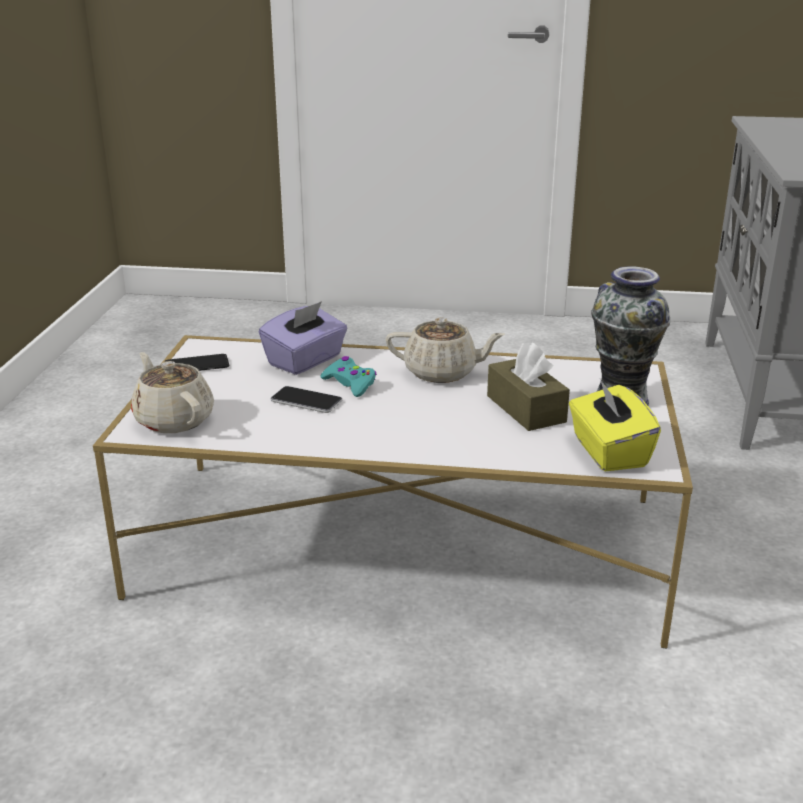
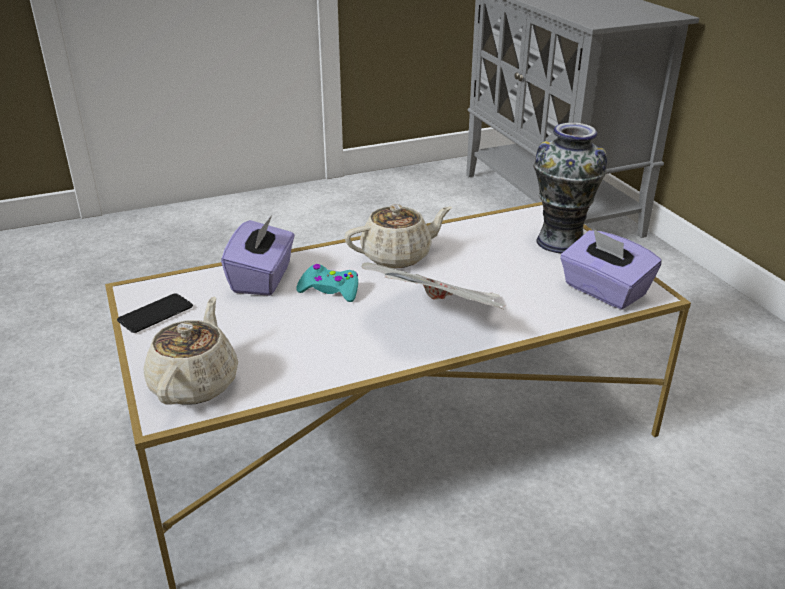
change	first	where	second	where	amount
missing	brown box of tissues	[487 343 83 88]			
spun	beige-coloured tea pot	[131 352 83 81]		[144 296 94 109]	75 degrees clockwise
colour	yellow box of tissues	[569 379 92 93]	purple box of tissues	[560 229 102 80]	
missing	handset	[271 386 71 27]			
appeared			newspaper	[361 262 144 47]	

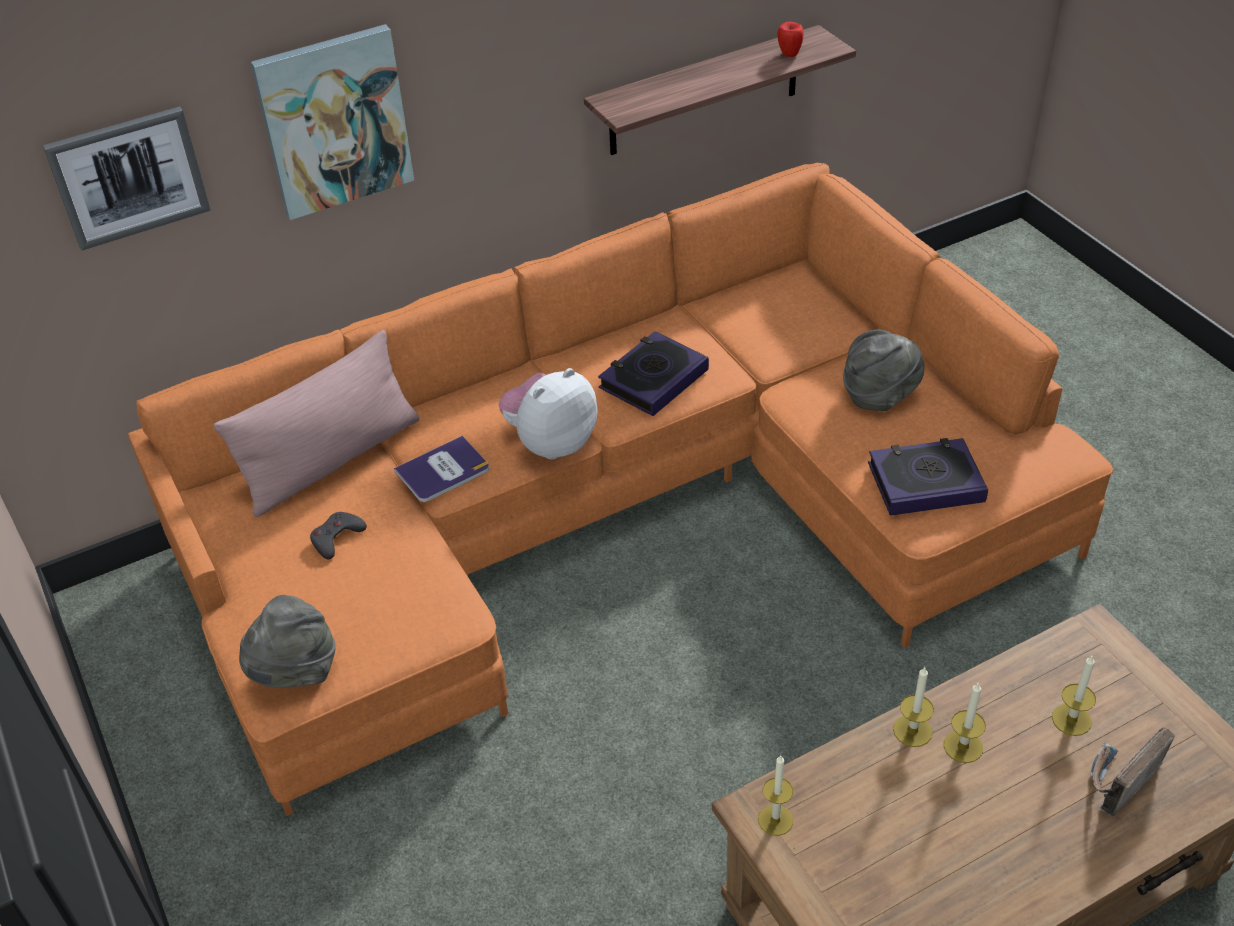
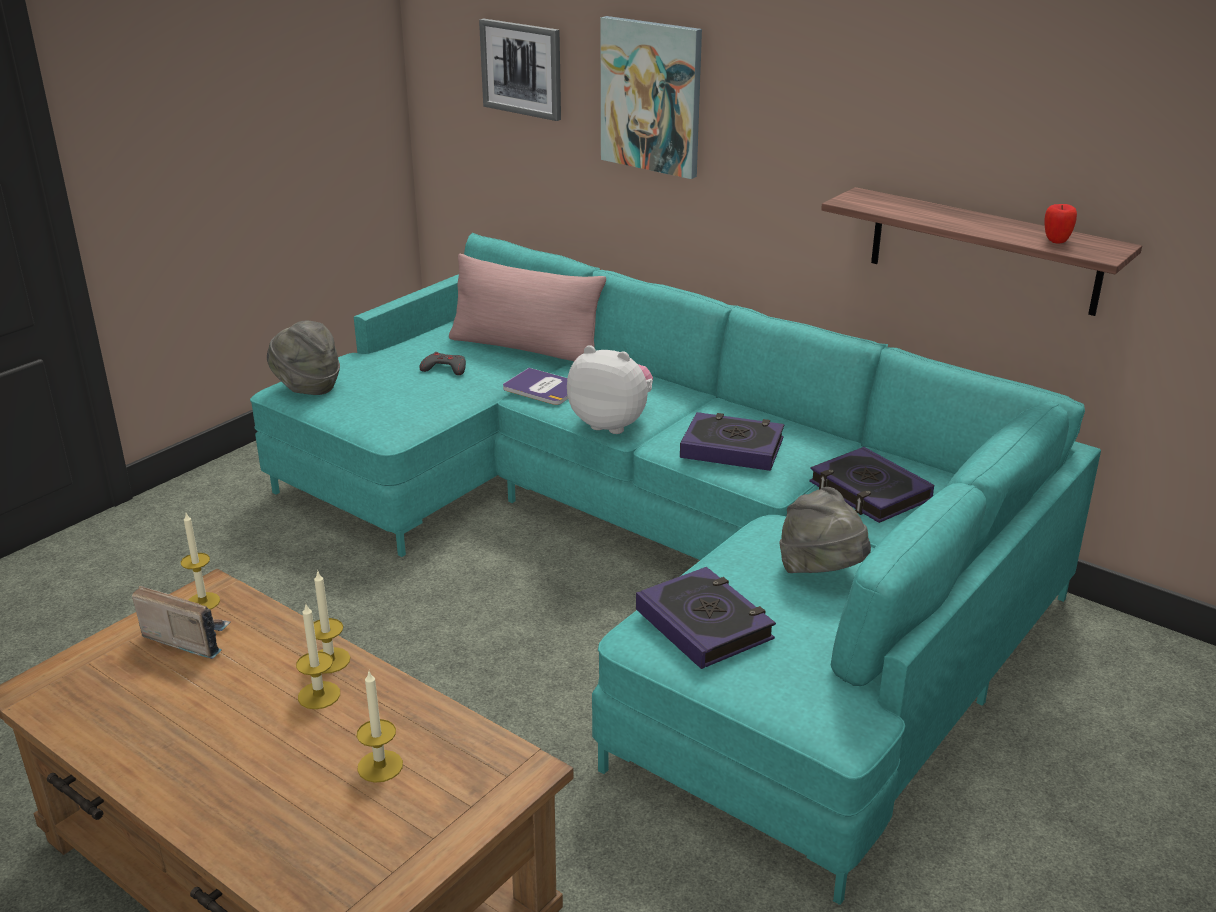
change	first	where	second	where	amount
colour	orange settee	[128 163 985 653]	turquoise settee	[250 233 851 672]	
relocated	radio receiver	[1090 728 84 89]		[132 586 98 73]	
appeared			volume	[809 447 125 76]	

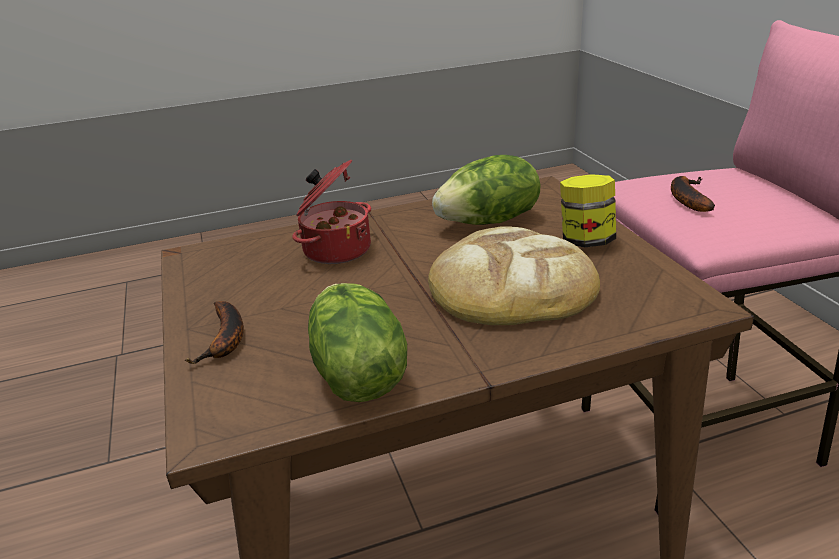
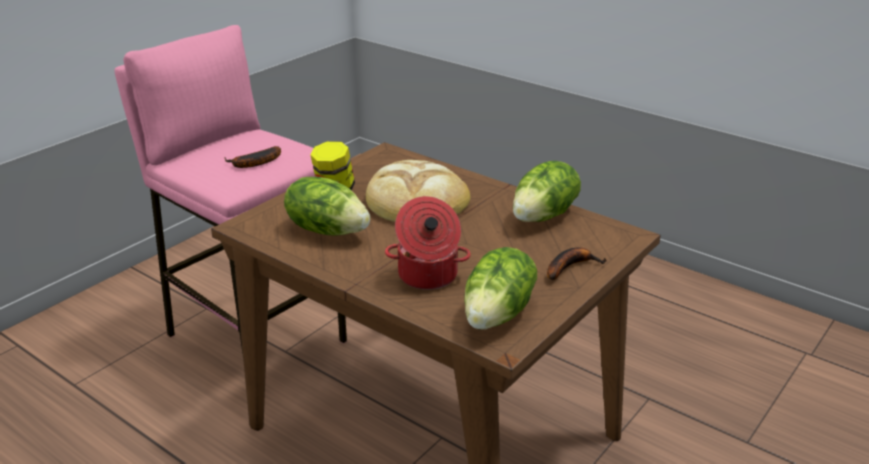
change	first	where	second	where	amount
appeared			lettuce	[464 247 73 83]	

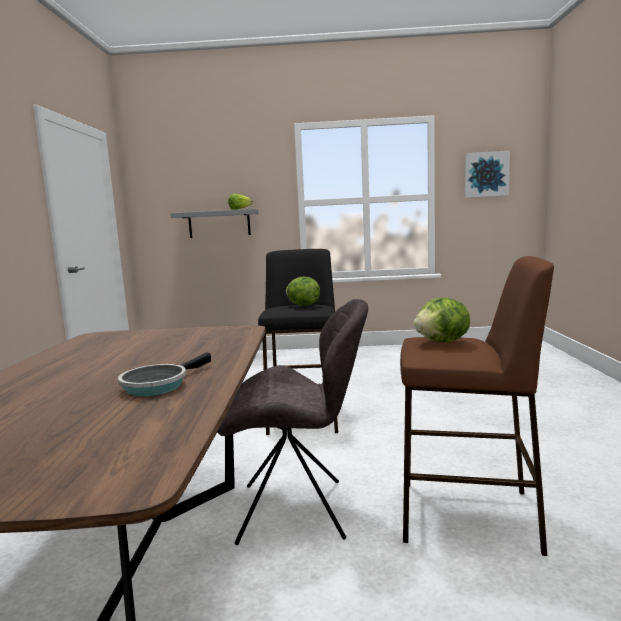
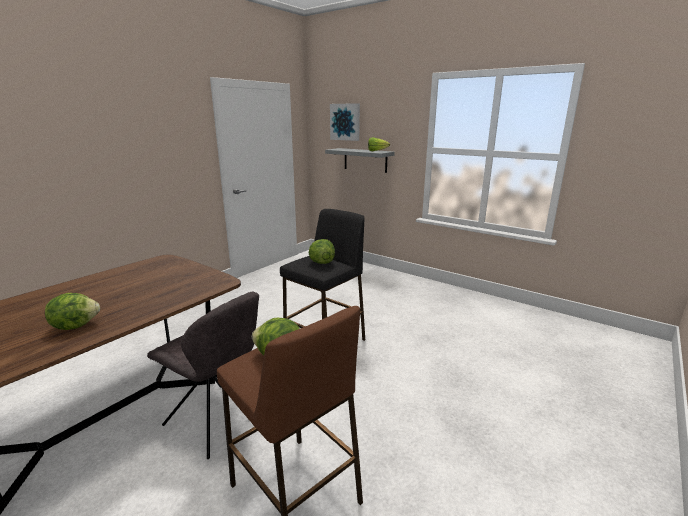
change	first	where	second	where	amount
relocated	wall art	[465 151 45 47]		[330 103 30 38]	
exchanged	skillet	[118 352 93 45]	lettuce	[45 293 55 37]	

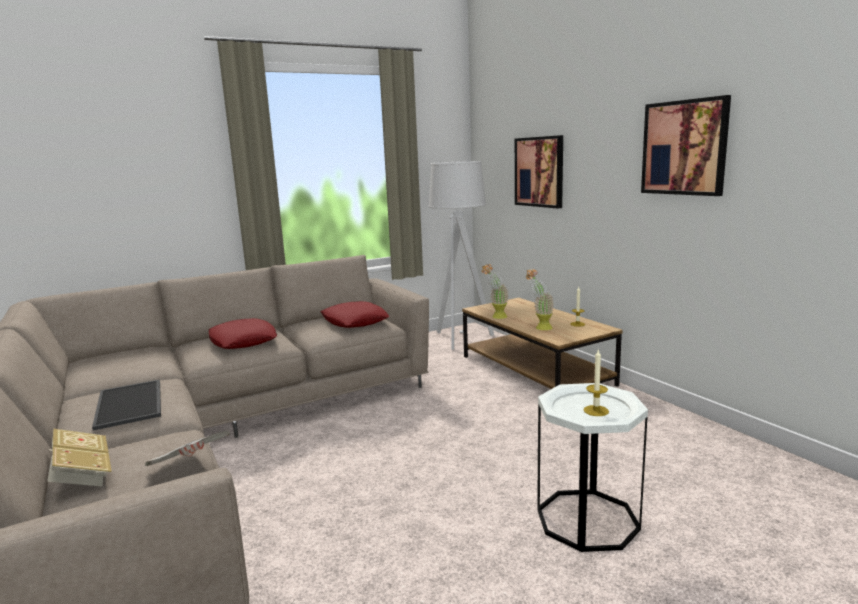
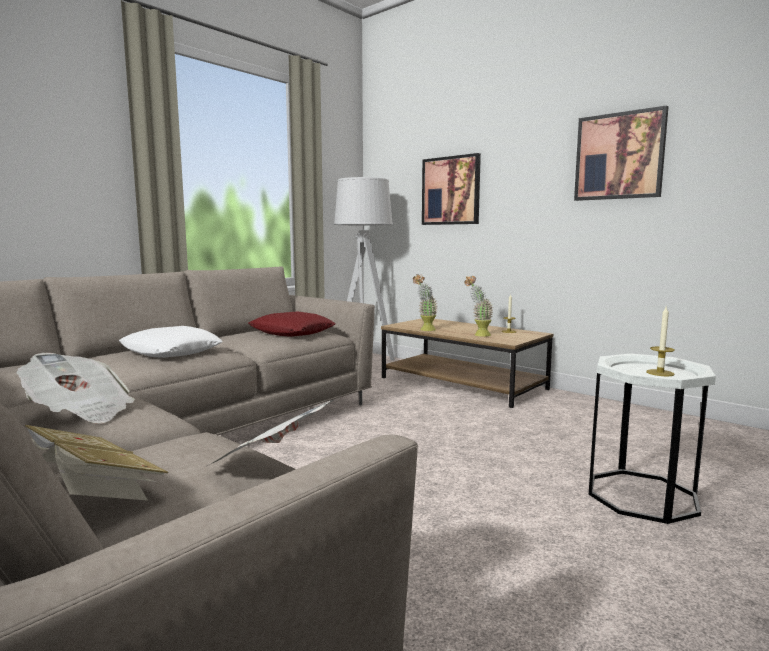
change	first	where	second	where	amount
colour	red cushion	[209 318 68 31]	whitish cushion	[119 326 104 32]	
exchanged	carrying tray	[92 380 69 50]	newspaper	[17 353 118 70]	

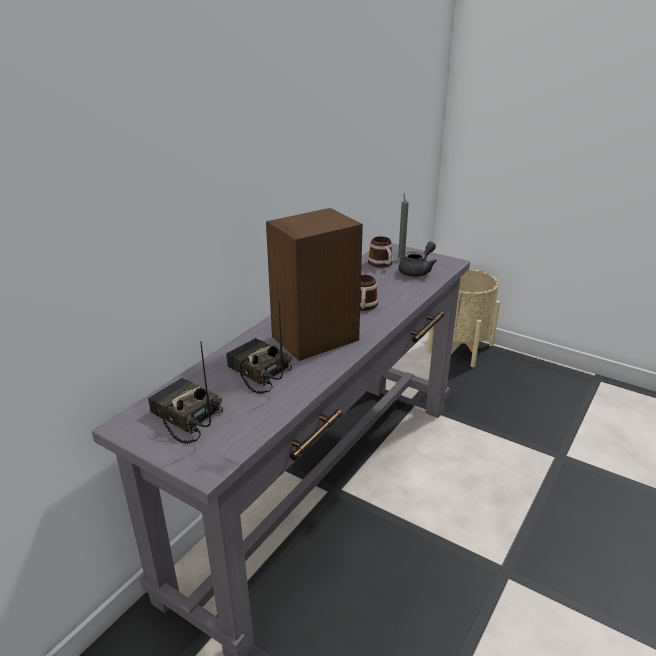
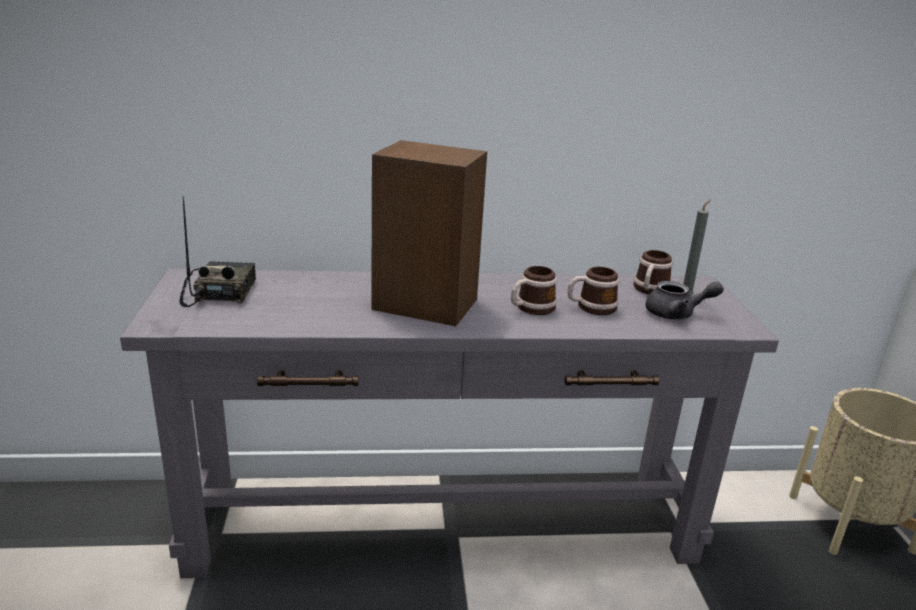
change	first	where	second	where	amount
missing	radio receiver	[226 300 66 94]			
appeared			coffee mug	[567 267 52 48]	

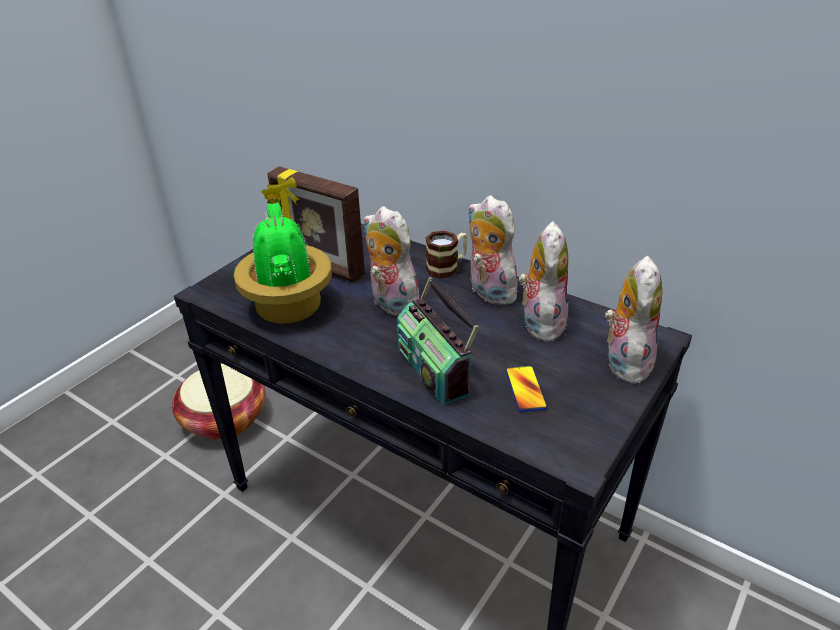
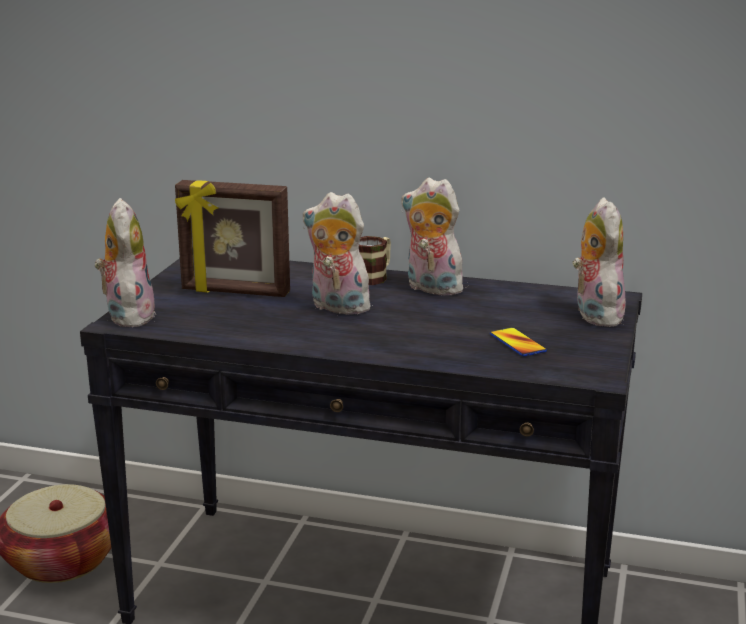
change	first	where	second	where	amount
missing	houseplant	[234 188 98 136]			
relocated	soft toy	[519 221 49 121]		[94 198 62 129]	
missing	radio receiver	[397 277 82 128]			

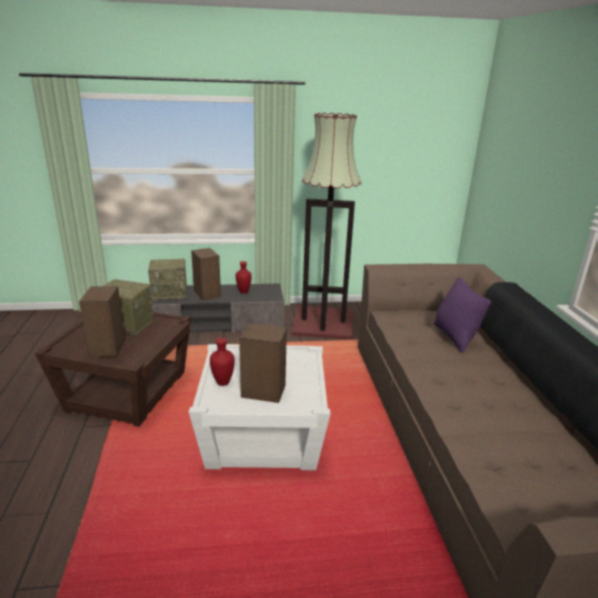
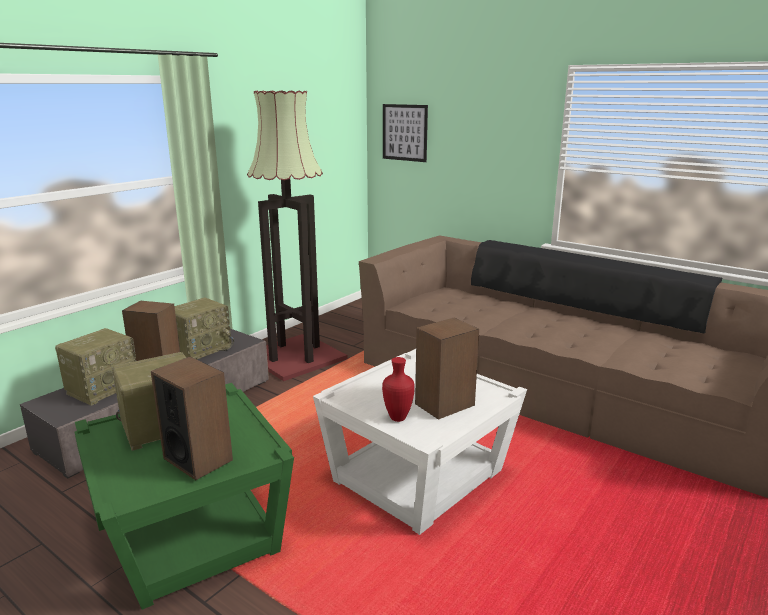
change	first	where	second	where	amount
exchanged	red flower vase	[236 261 16 33]	radio receiver	[175 297 59 62]	
missing	purple cushion	[434 277 57 76]			
colour	brown end table	[35 312 156 115]	green end table	[75 383 219 227]	
appeared			wall art	[383 104 45 58]	

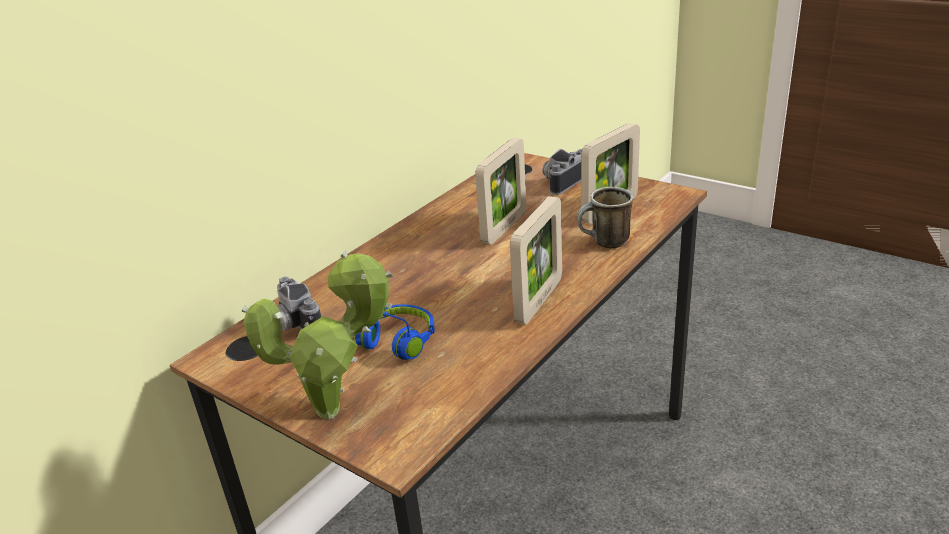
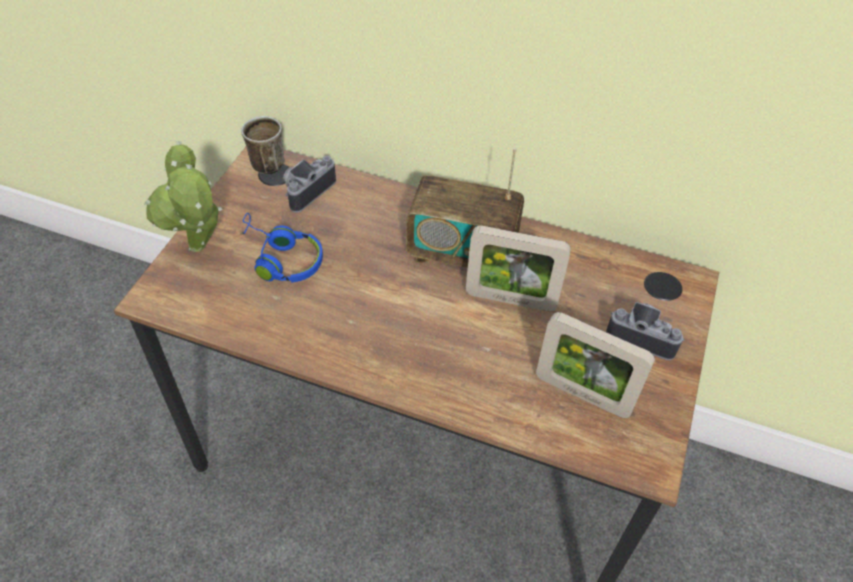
change	first	where	second	where	amount
relocated	coffee mug	[577 187 56 61]		[241 116 44 59]	
missing	picture frame	[510 196 52 128]			
appeared			radio receiver	[406 148 118 120]	

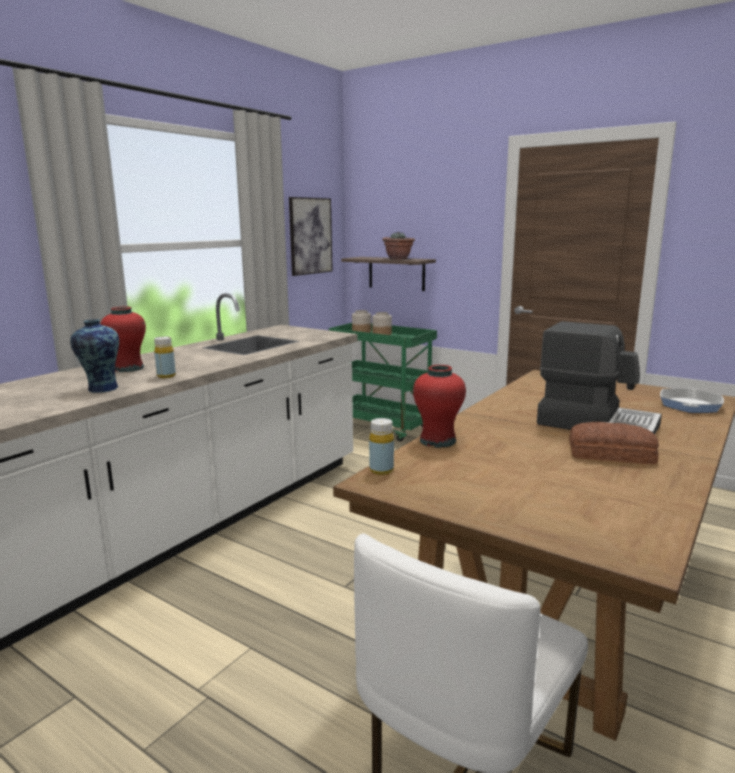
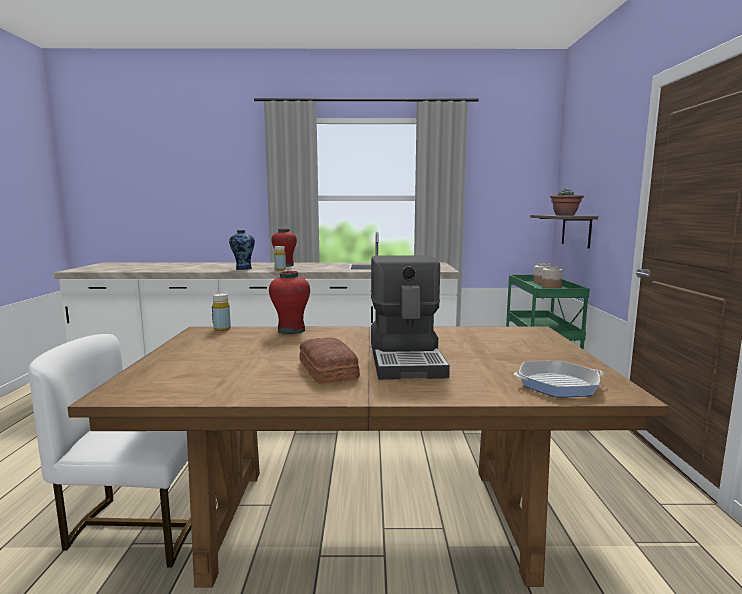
change	first	where	second	where	amount
missing	wall art	[289 197 44 79]			

